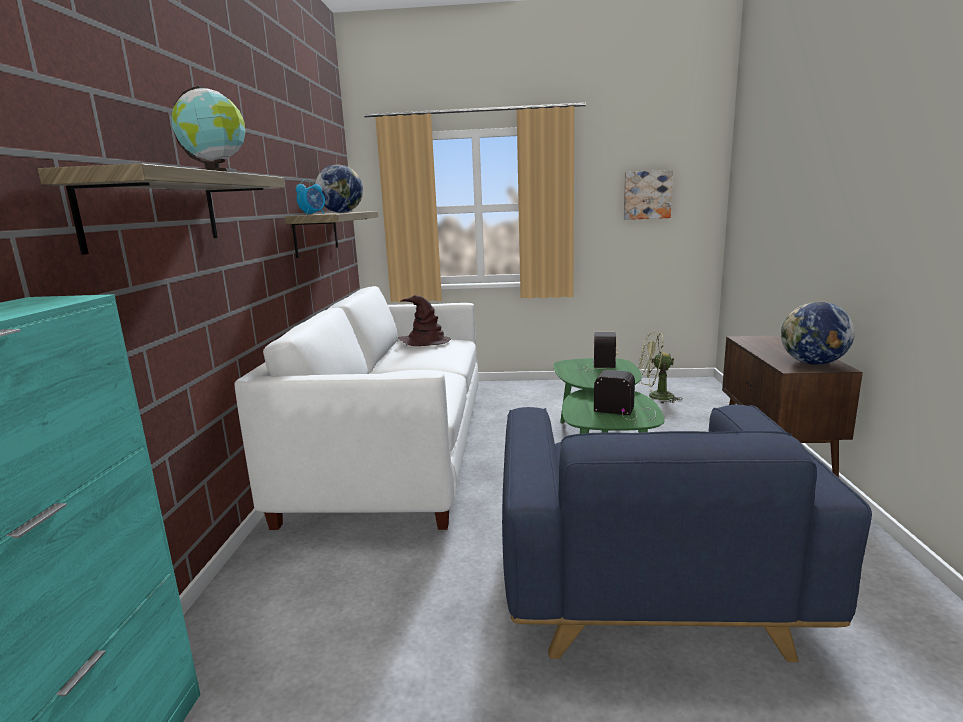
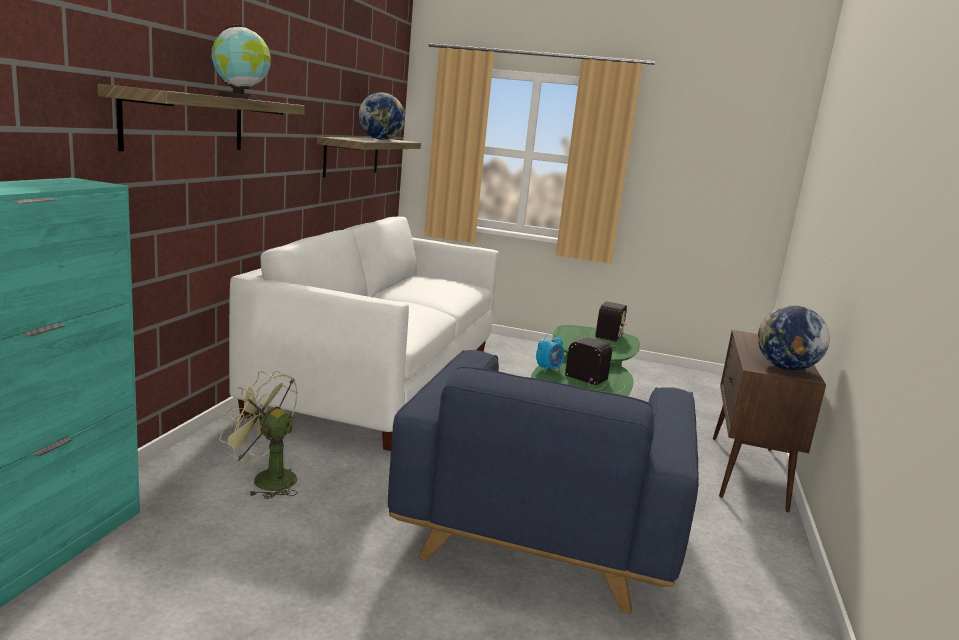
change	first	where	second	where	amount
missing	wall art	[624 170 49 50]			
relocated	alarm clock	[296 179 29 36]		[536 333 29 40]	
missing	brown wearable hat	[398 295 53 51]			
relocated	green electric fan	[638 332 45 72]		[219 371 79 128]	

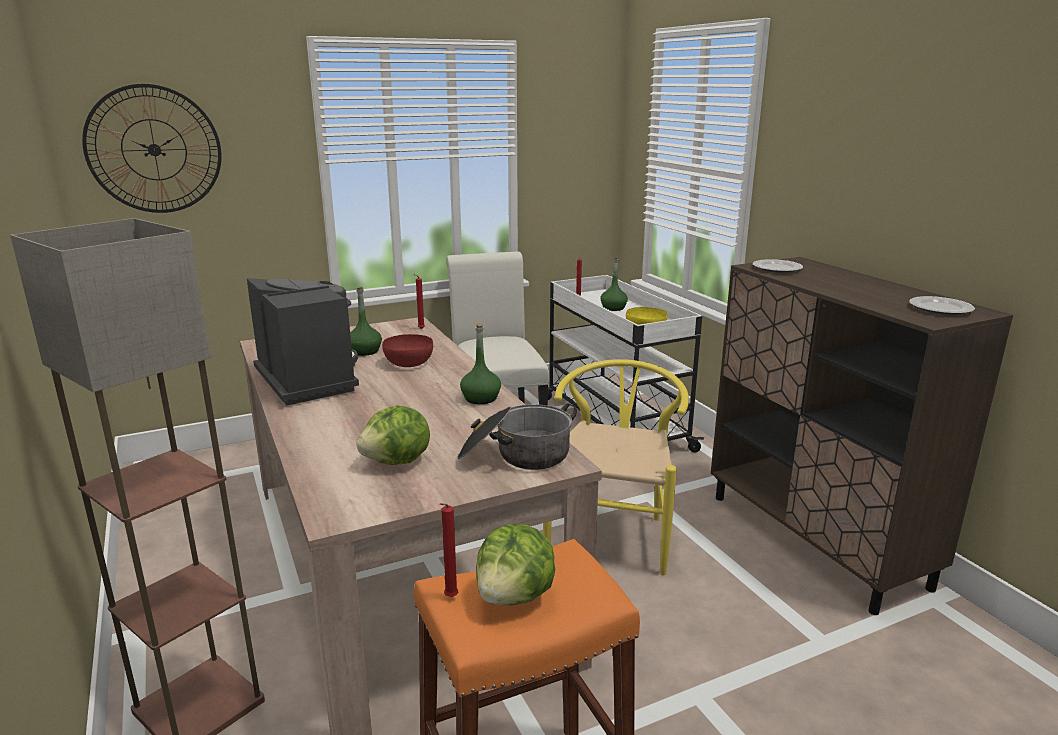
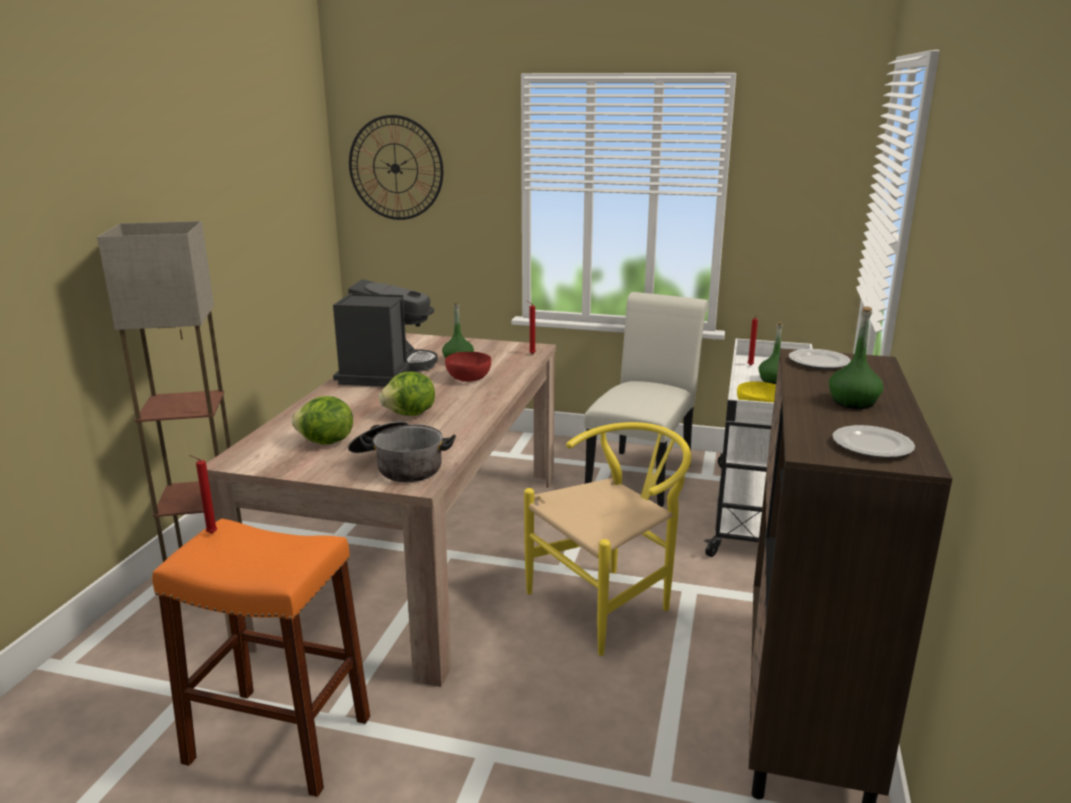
change	first	where	second	where	amount
relocated	green bottle	[460 323 41 81]		[829 306 55 103]	
relocated	lettuce	[476 524 79 81]		[379 371 56 45]	

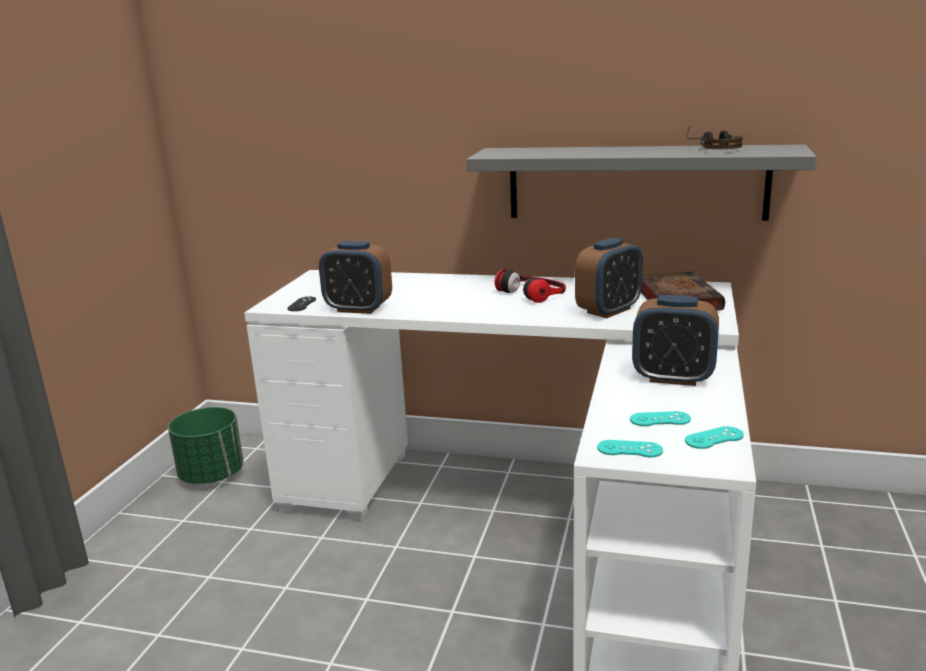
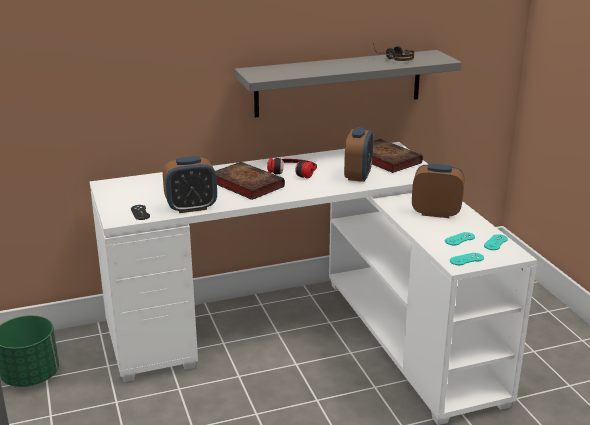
change	first	where	second	where	amount
spun	alarm clock	[632 295 87 91]		[412 164 53 54]	150 degrees counterclockwise
appeared			volume	[215 162 70 38]	

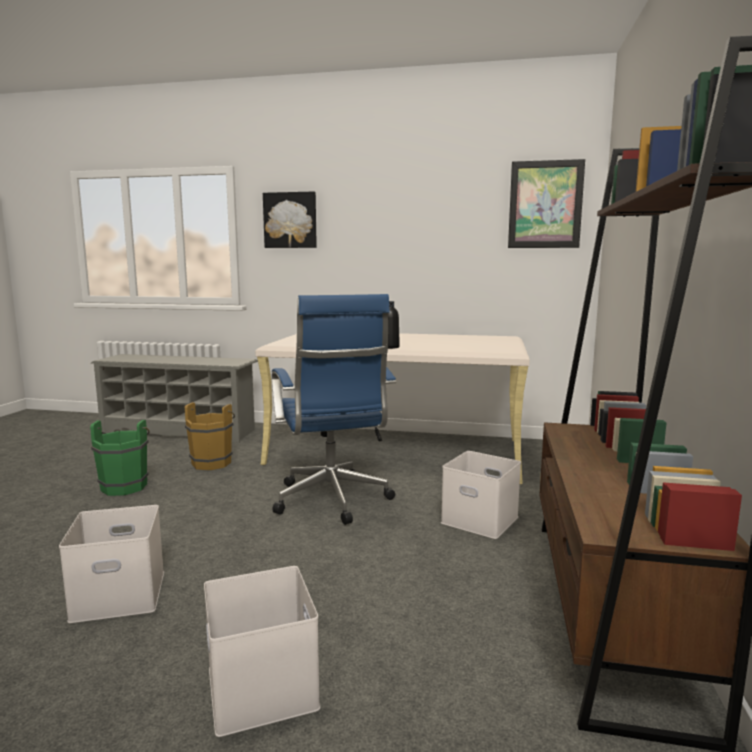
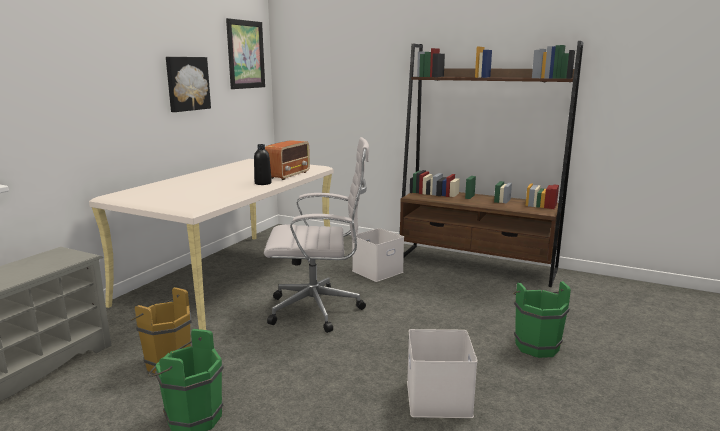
change	first	where	second	where	amount
relocated	wall art	[263 191 54 57]		[166 57 45 55]	
colour	blue desk chair	[272 294 124 231]	whitish desk chair	[264 137 105 196]	
exchanged	whitish storage box	[204 566 117 171]	green pail	[513 281 58 77]	
appeared			radio receiver	[265 140 45 40]	

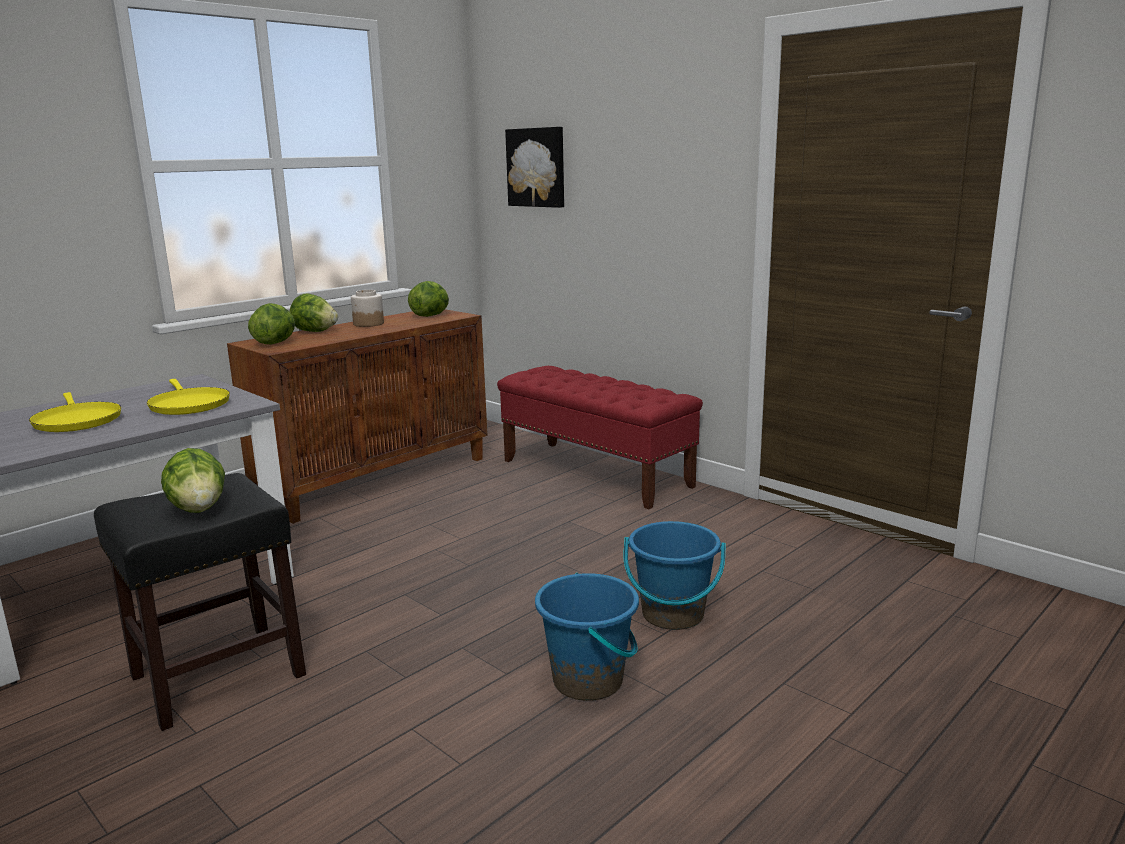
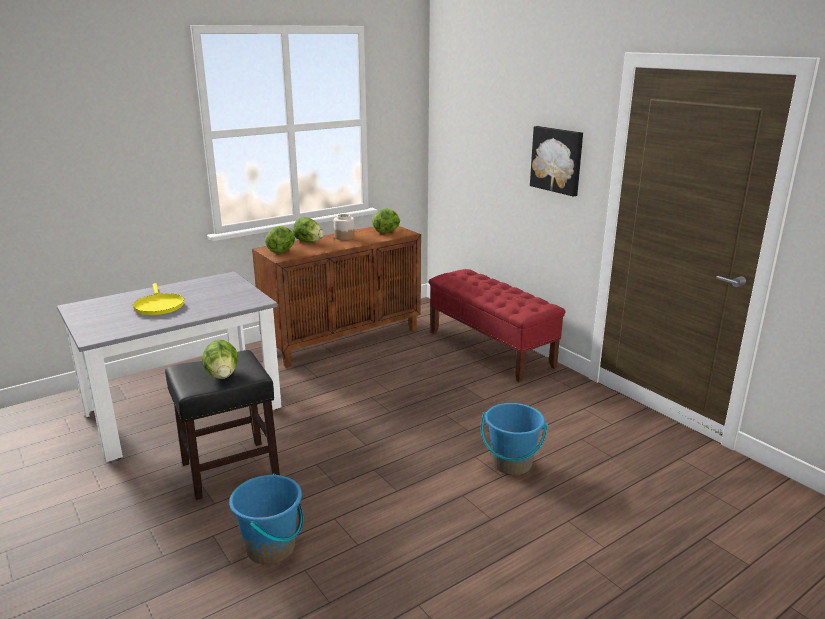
change	first	where	second	where	amount
relocated	wall art	[505 127 59 81]		[530 126 53 71]	
missing	yellow skillet	[147 379 83 36]			
relocated	blue pail	[535 573 104 128]		[229 473 74 92]	

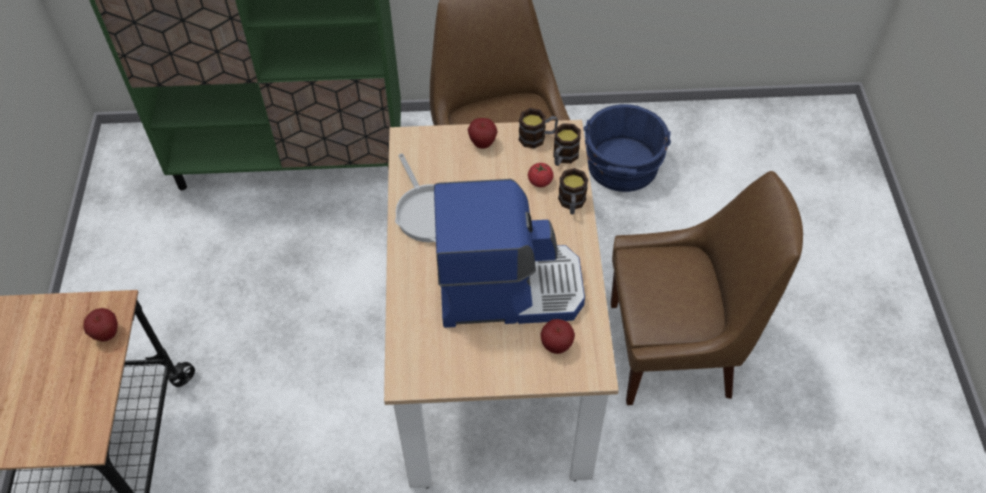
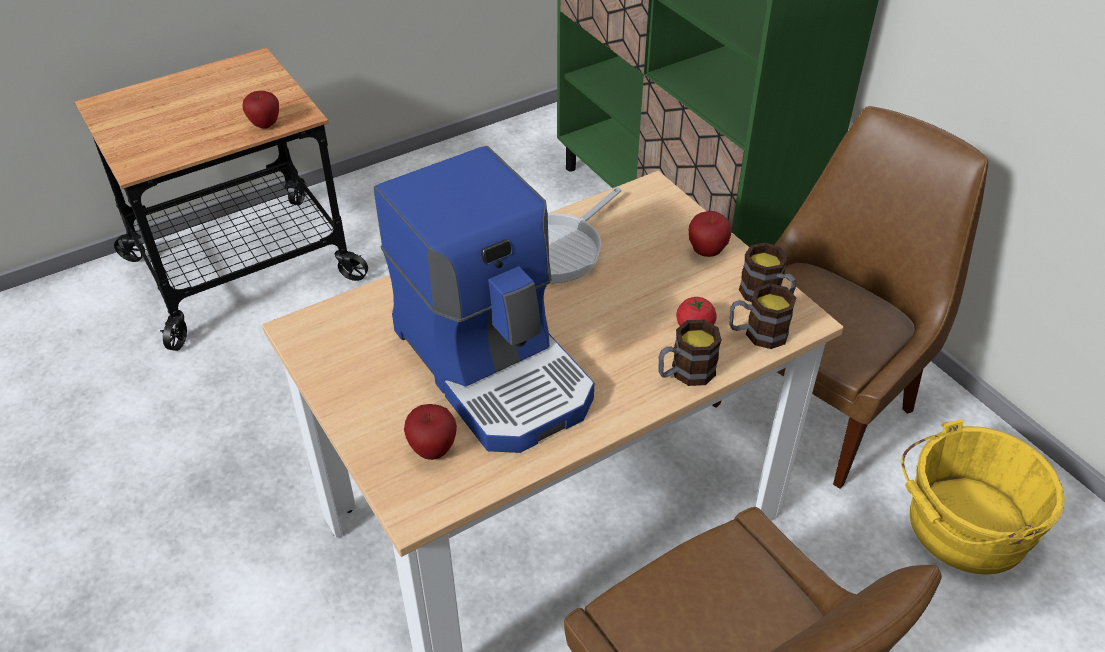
change	first	where	second	where	amount
colour	blue pail	[584 104 87 88]	yellow pail	[901 419 164 156]	

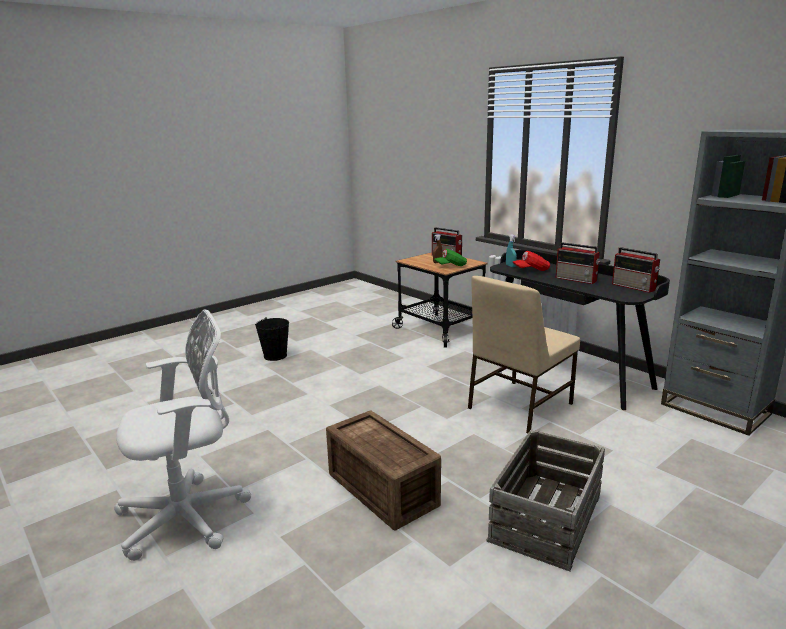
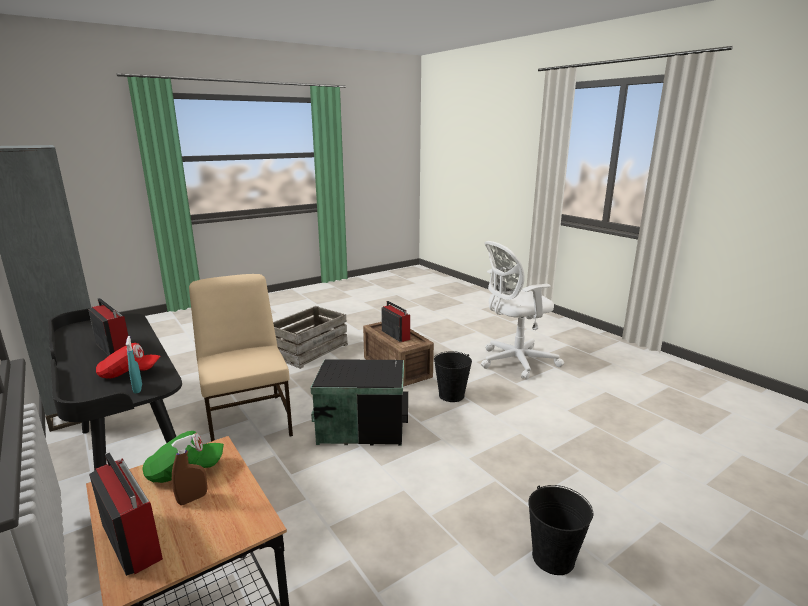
change	first	where	second	where	amount
relocated	radio receiver	[612 247 48 46]		[381 301 29 41]	
spun	beige-coloured chair	[468 276 112 158]		[189 274 104 168]	75 degrees counterclockwise
appeared			black pail	[434 351 38 51]	
appeared			black storage box	[311 359 97 87]	

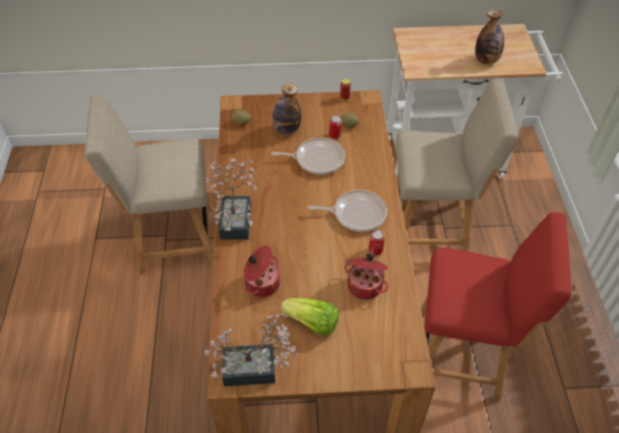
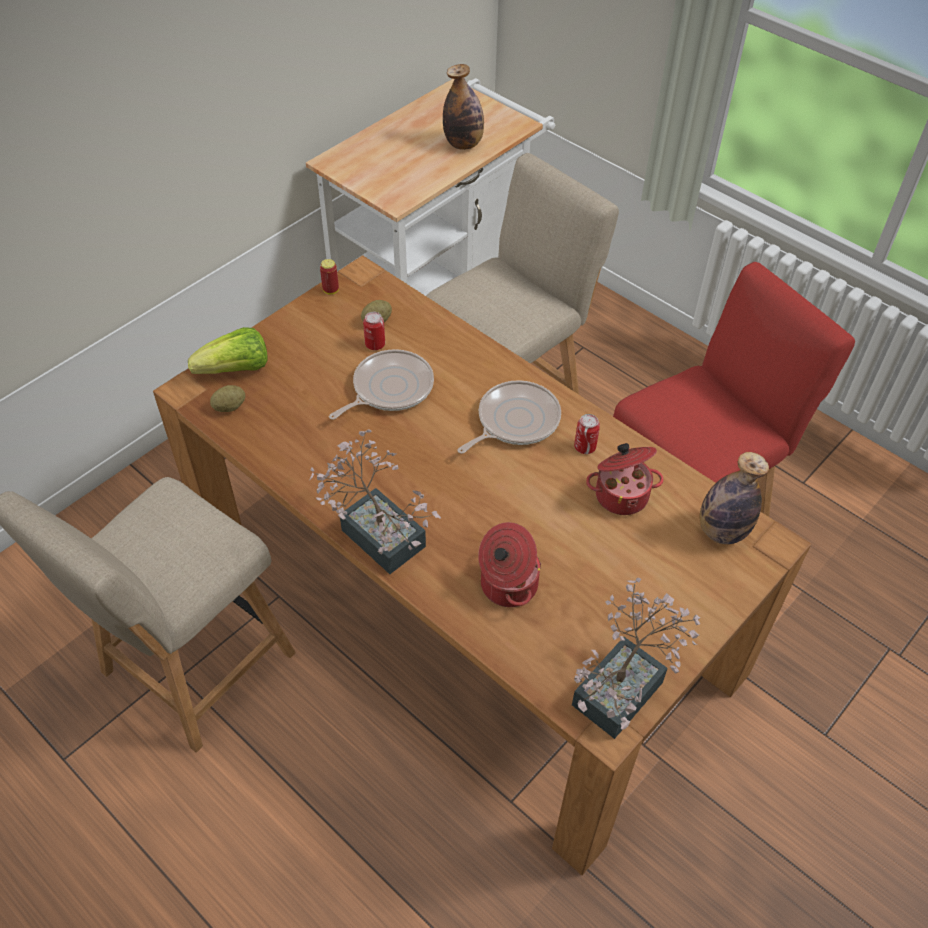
change	first	where	second	where	amount
relocated	bottle	[273 83 28 52]		[700 452 69 92]	
relocated	lettuce	[281 298 58 38]		[188 327 80 47]	

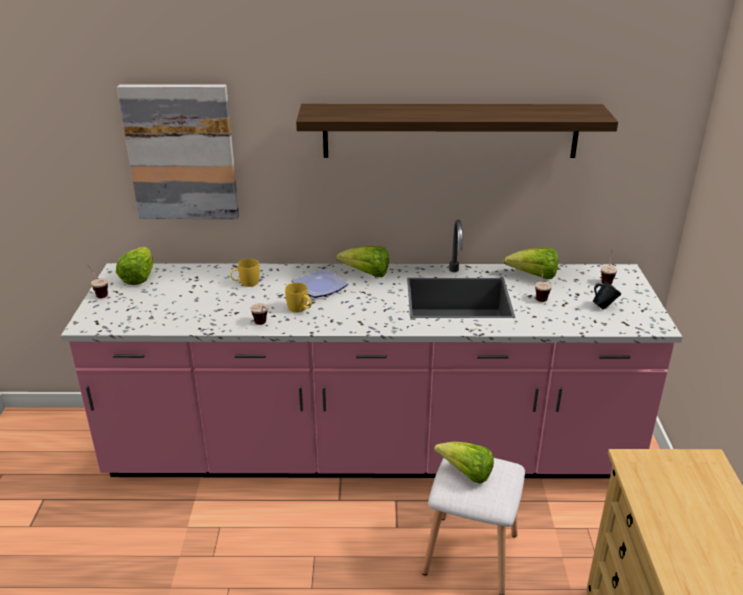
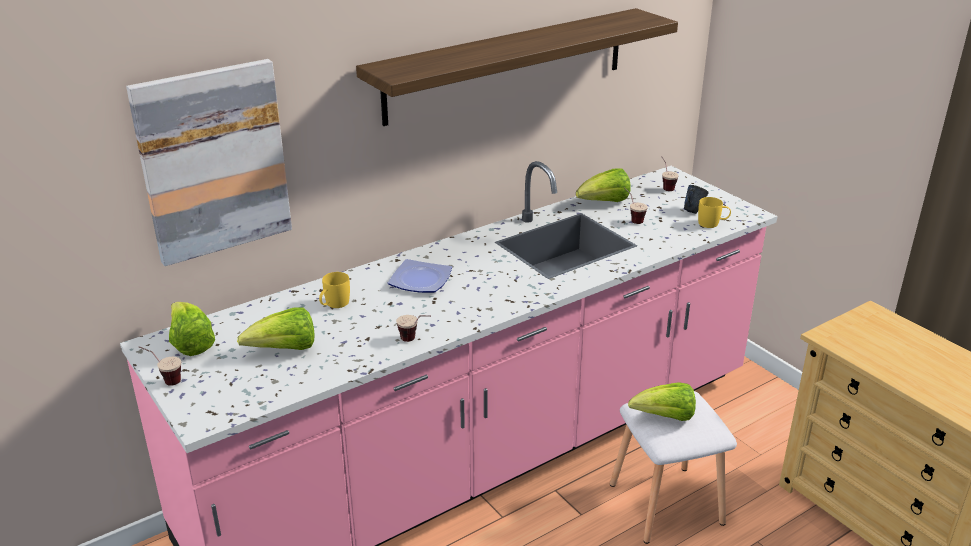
change	first	where	second	where	amount
relocated	lettuce	[336 246 53 31]		[237 307 78 43]	
relocated	yellow coffee mug	[285 283 27 29]		[698 197 33 31]	

